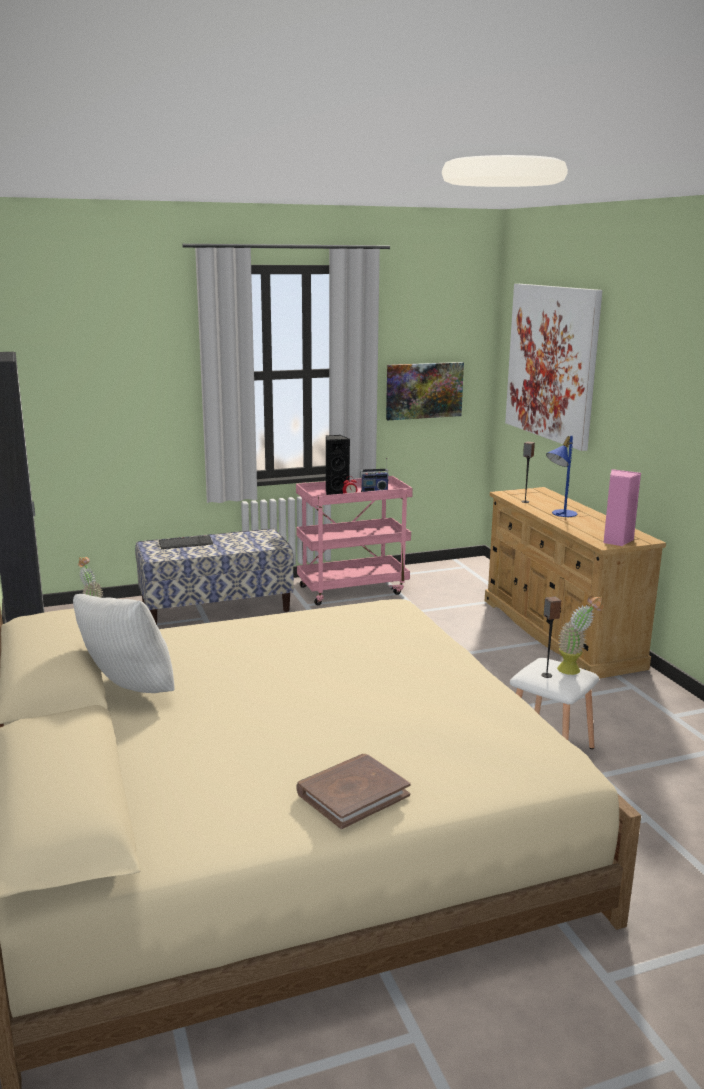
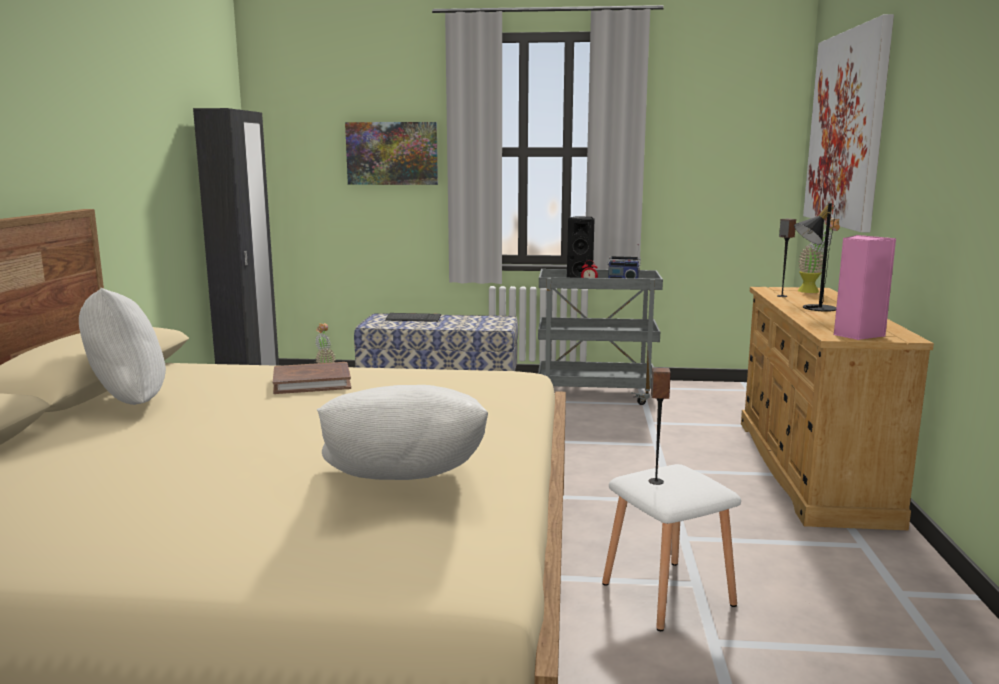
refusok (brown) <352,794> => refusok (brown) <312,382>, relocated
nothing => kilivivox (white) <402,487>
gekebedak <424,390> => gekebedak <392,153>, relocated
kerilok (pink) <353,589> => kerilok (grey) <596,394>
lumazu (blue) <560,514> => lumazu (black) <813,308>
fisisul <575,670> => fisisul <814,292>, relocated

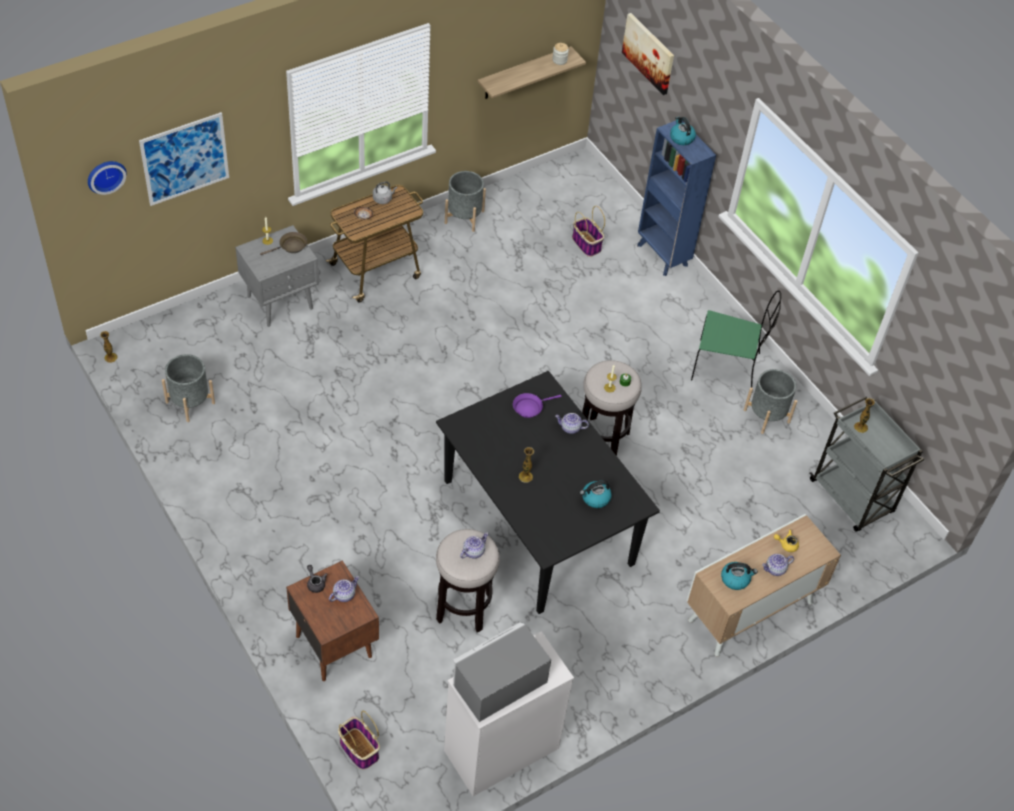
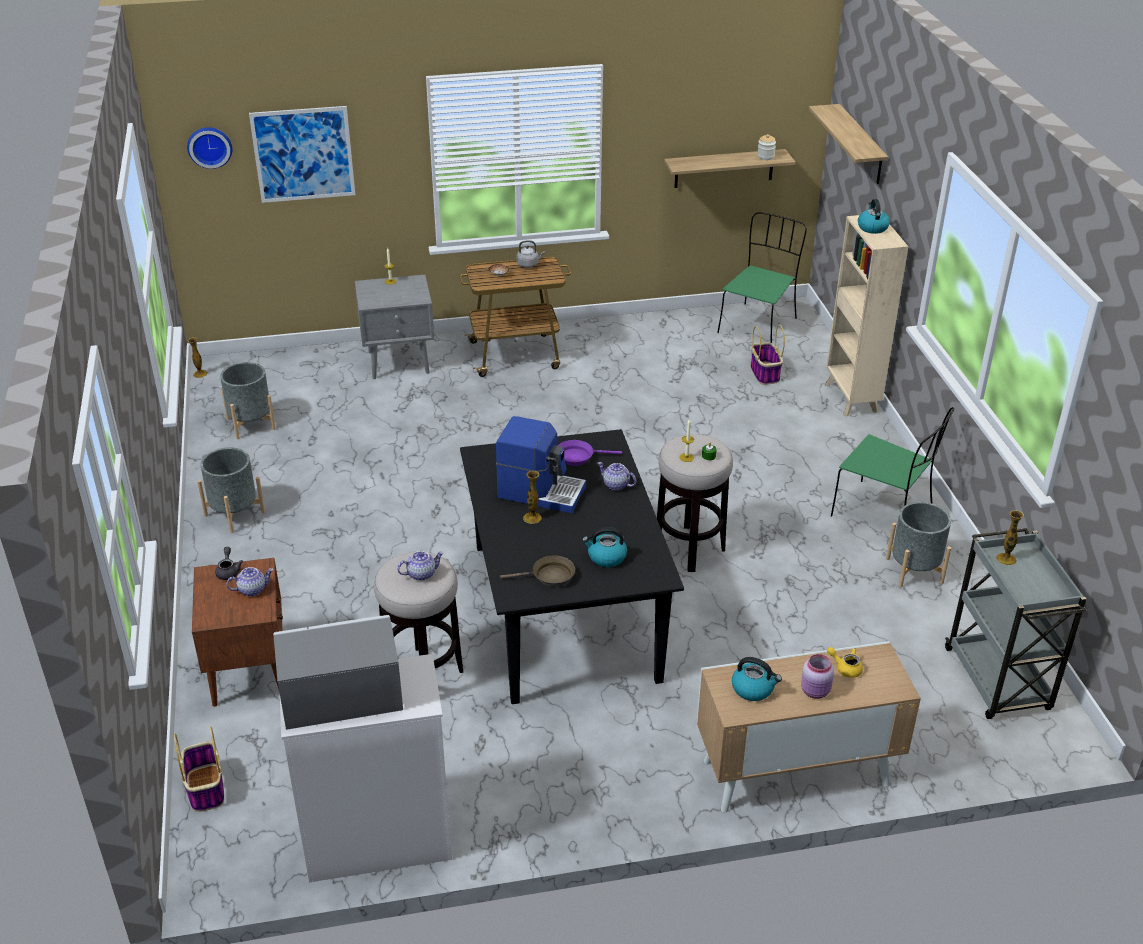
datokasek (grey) <464,217> => datokasek (grey) <234,513>, relocated
nothing => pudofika <541,491>
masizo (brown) <290,246> => masizo (brown) <549,576>, relocated
nothing => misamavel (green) <758,325>
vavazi <775,569> => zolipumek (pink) <816,691>
gekebedak <649,53> => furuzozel <861,145>
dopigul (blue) <662,256> => dopigul (beige) <851,399>

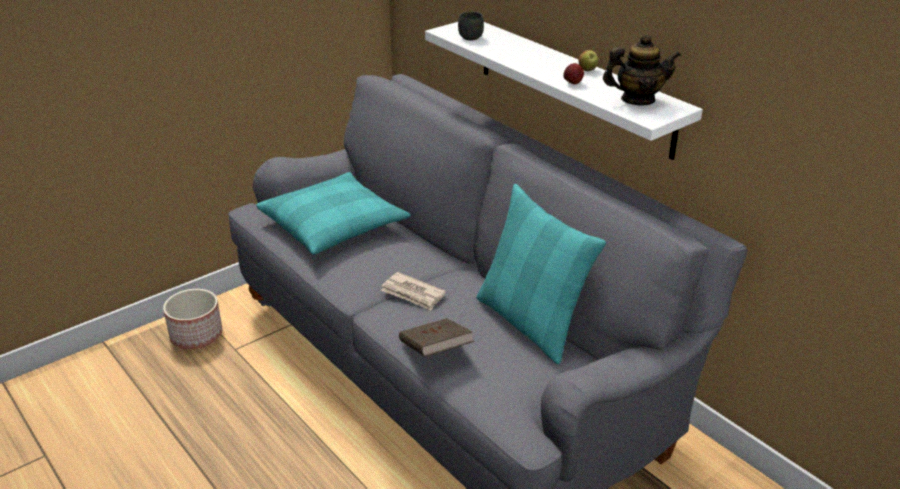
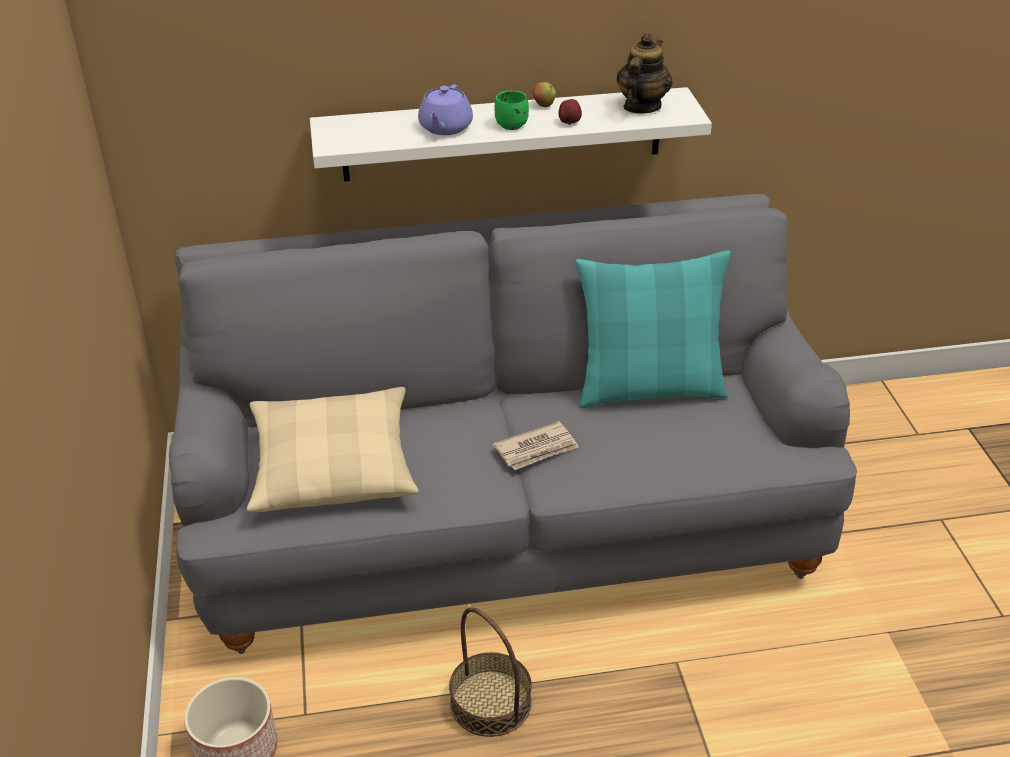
kilivivox (turquoise) <333,225> => kilivivox (beige) <333,465>
nothing => vavazi (purple) <445,128>
nothing => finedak <491,702>
nothing => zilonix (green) <510,123>
refusok (brown) <435,351> => nothing
zilonix (grey) <469,36> => nothing

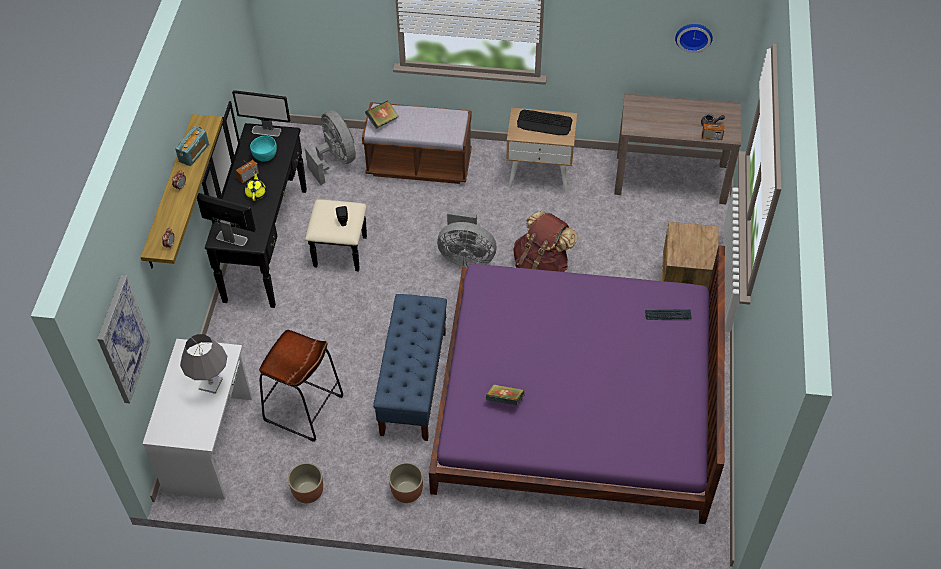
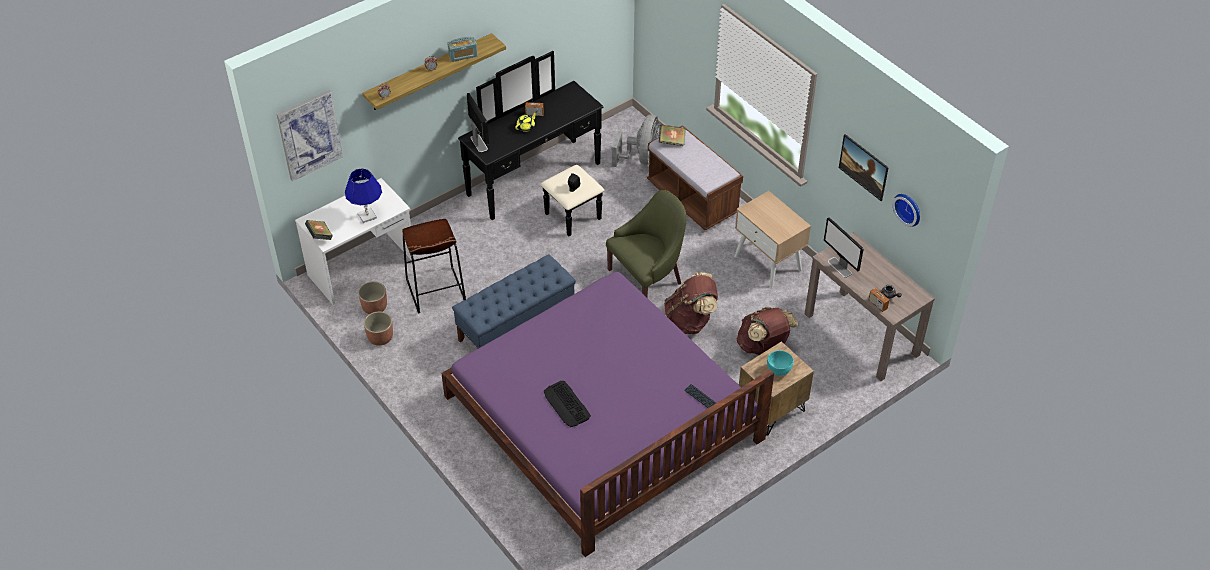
refusok <505,401> => refusok <320,236>, relocated
lumazu (grey) <211,384> => lumazu (blue) <367,216>
datokasek <407,491> => datokasek <375,307>, relocated
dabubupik <544,123> => dabubupik <566,404>, relocated
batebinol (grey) <466,257> => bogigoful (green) <647,278>
nothing => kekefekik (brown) <763,346>
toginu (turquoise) <265,156> => toginu (turquoise) <779,370>, relocated
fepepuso <266,131> => fepepuso <840,267>, relocated
nothing => gekebedak <862,175>

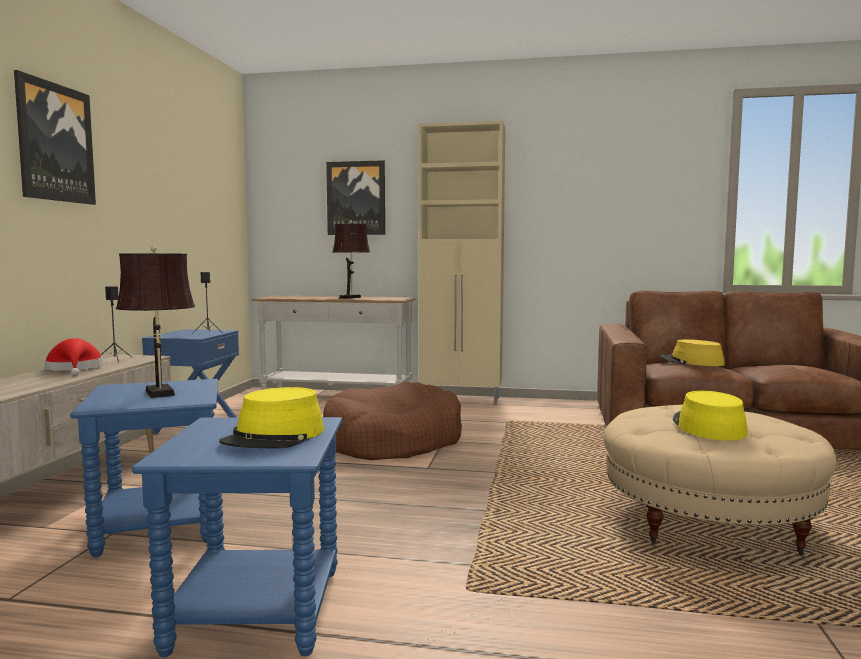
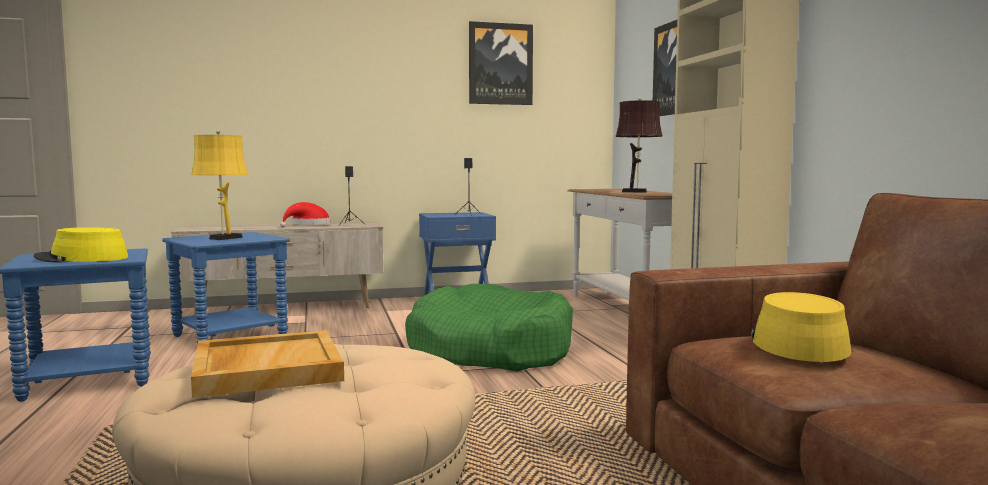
lumazu (brown) <160,394> => lumazu (yellow) <223,238>
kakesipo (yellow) <708,427> => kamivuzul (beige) <266,368>
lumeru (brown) <392,441> => lumeru (green) <490,350>
gekebedak <55,143> => gekebedak <500,64>, relocated

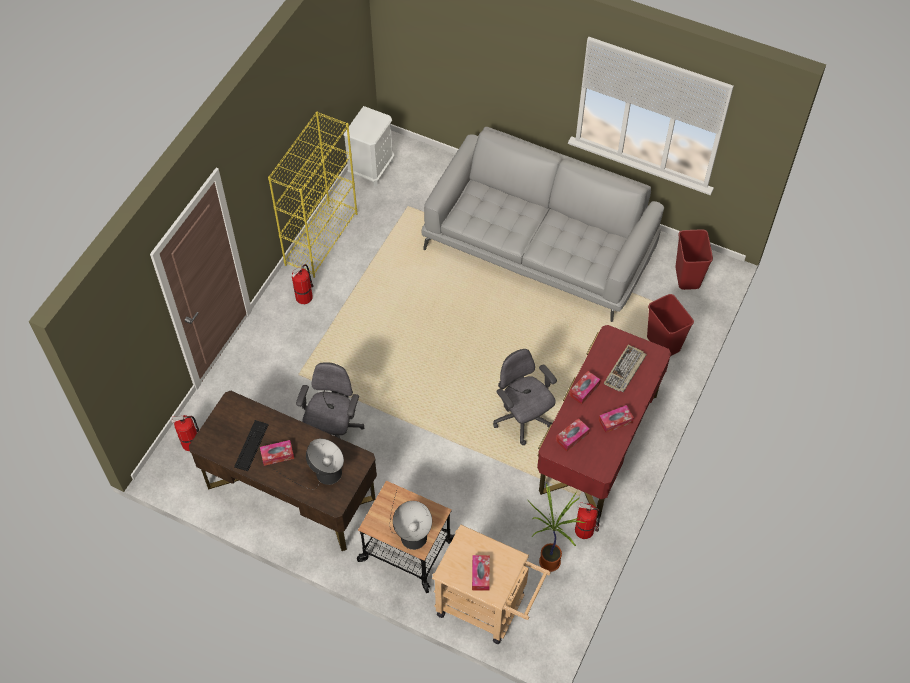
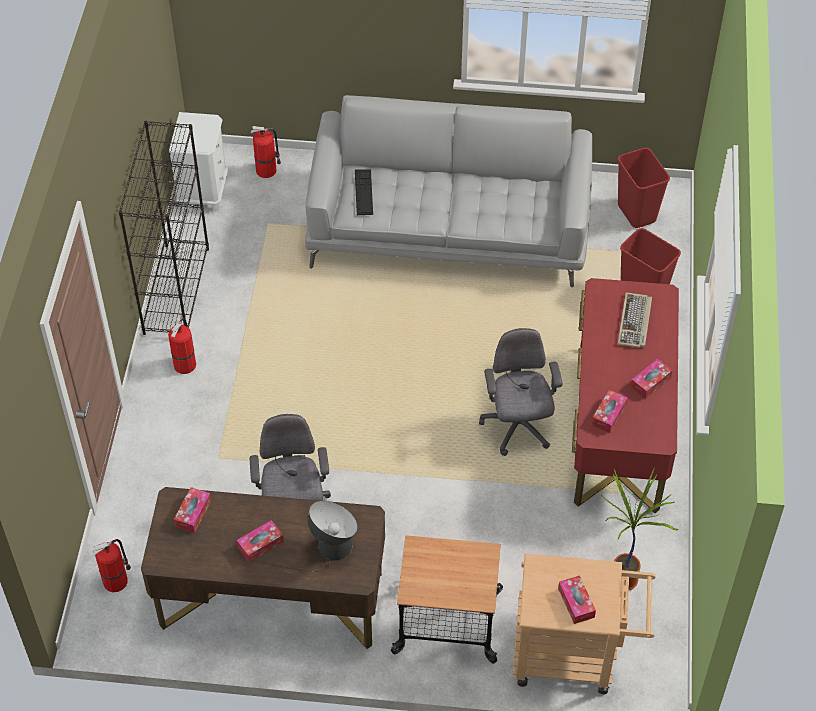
dopigul (yellow) <321,238> => dopigul (black) <176,290>
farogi <584,390> => farogi <193,513>, relocated
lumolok <585,530> => lumolok <267,170>, relocated
dabubupik <251,445> => dabubupik <363,192>, relocated
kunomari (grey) <522,419> => kunomari (grey) <517,427>, 45 degrees clockwise
lumazu <410,533> => nothing

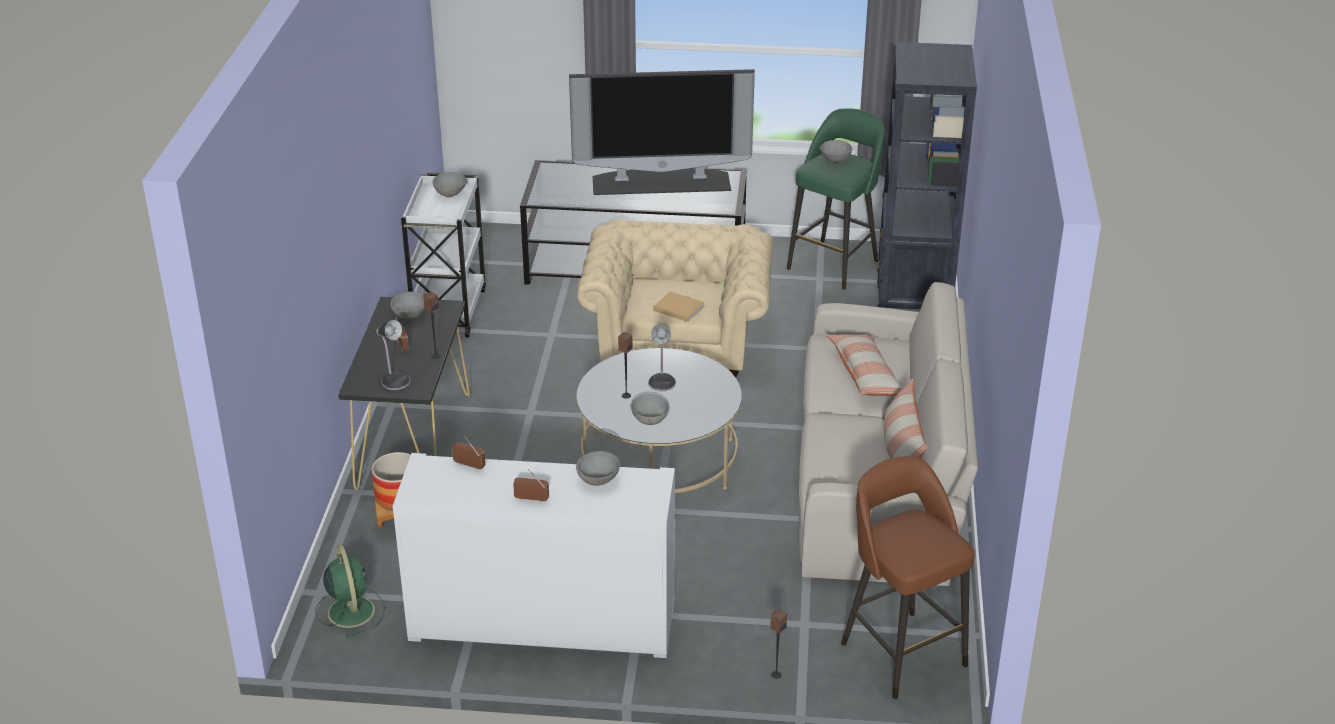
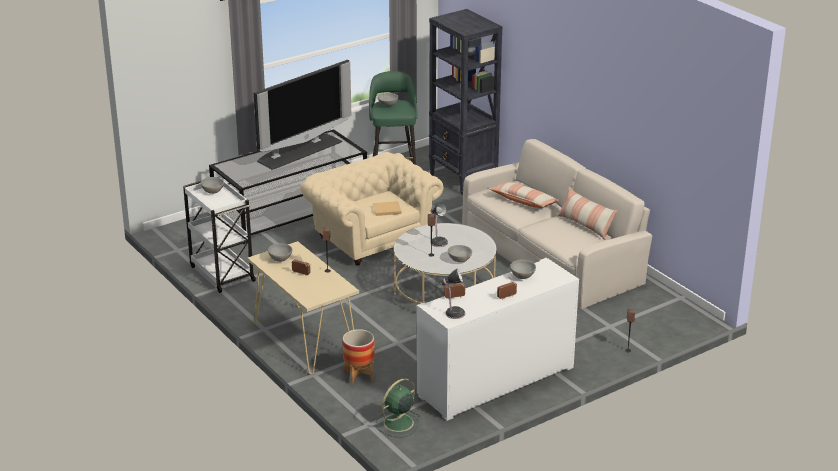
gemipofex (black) <413,440> => gemipofex (beige) <304,339>
batebinol (green) <350,610> => batebinol (green) <397,423>, 75 degrees counterclockwise
lumazu <394,380> => lumazu <453,313>, relocated
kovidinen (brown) <901,652> => nothing

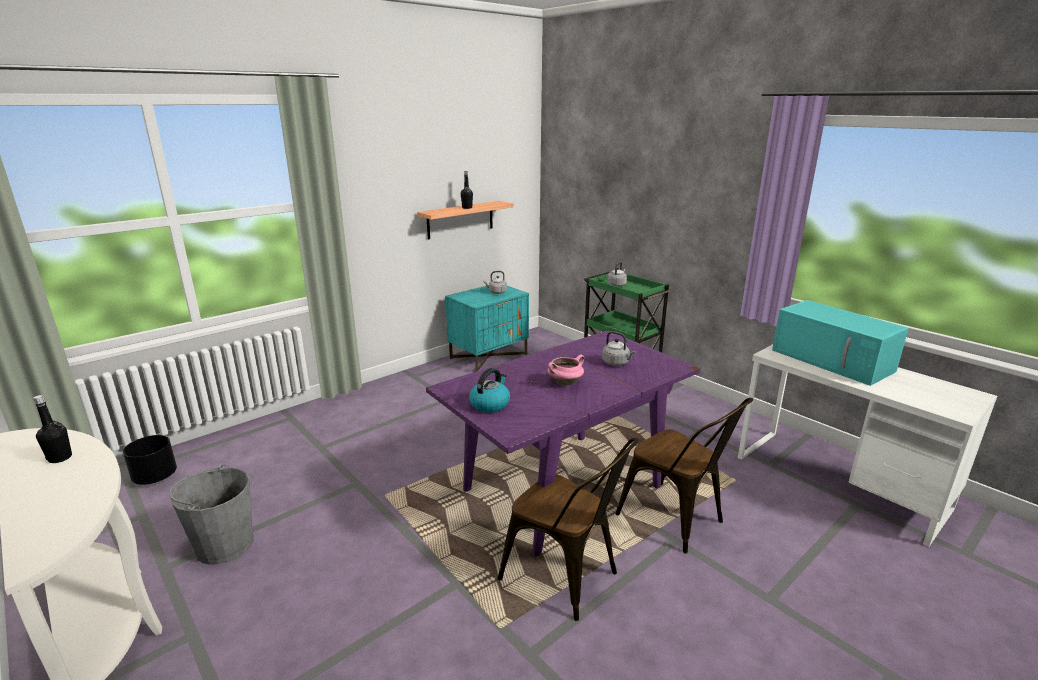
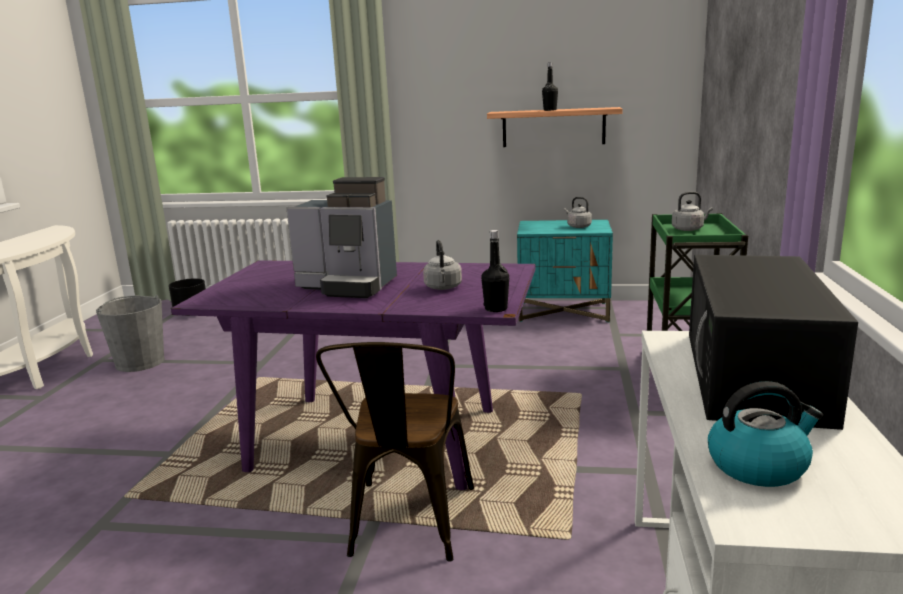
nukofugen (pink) <565,382> => pudofika <349,286>
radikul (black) <60,458> => radikul (black) <496,309>, relocated
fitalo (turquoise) <833,361> => fitalo (black) <755,376>
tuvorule <490,404> => tuvorule <758,465>, relocated
misamavel (brown) <567,578> => nothing

